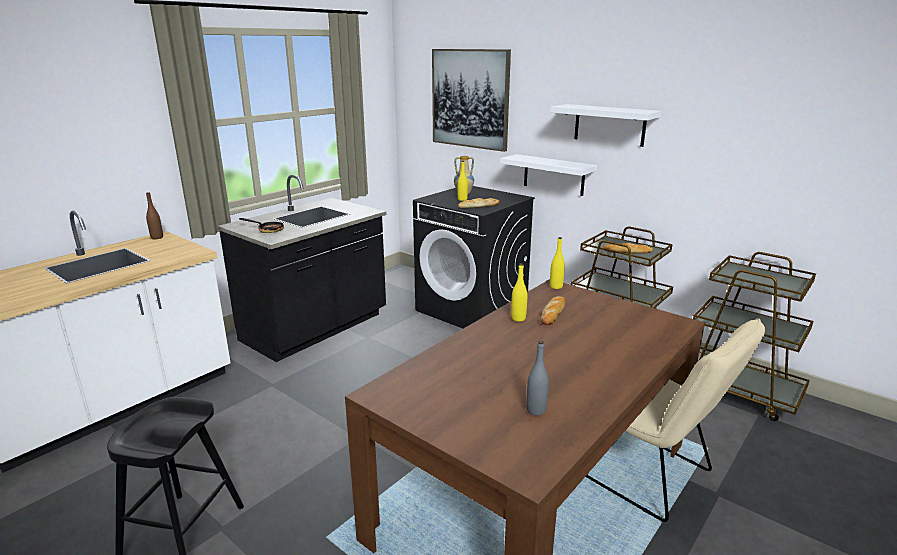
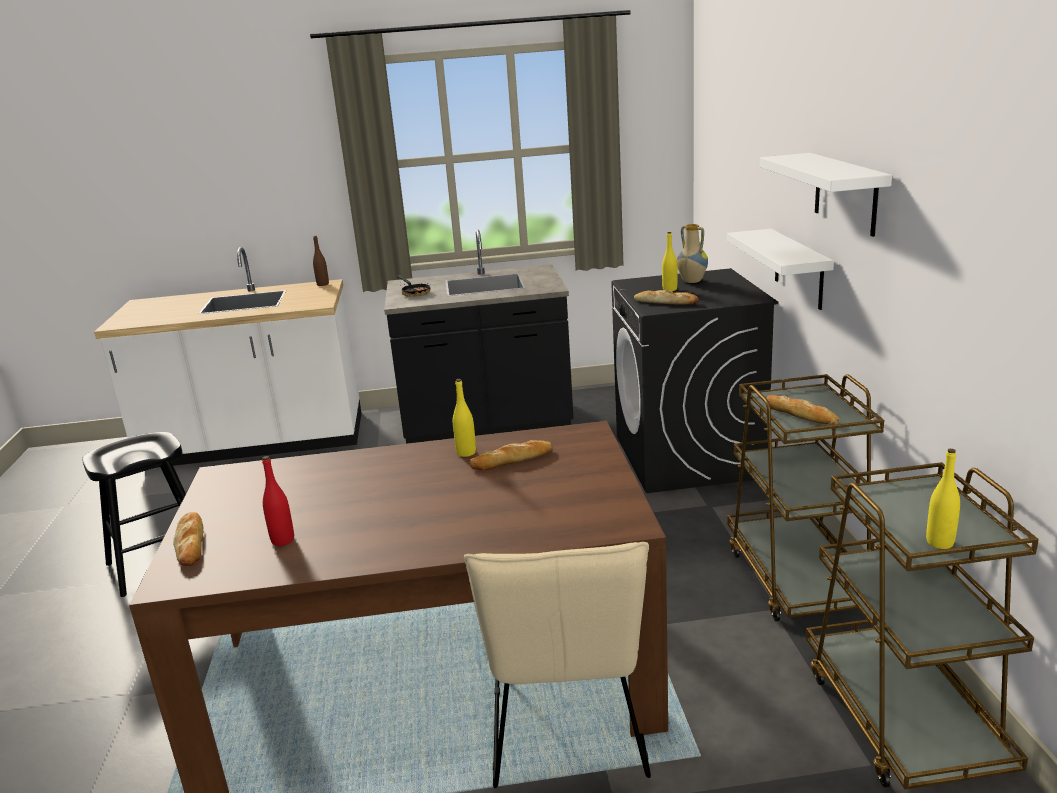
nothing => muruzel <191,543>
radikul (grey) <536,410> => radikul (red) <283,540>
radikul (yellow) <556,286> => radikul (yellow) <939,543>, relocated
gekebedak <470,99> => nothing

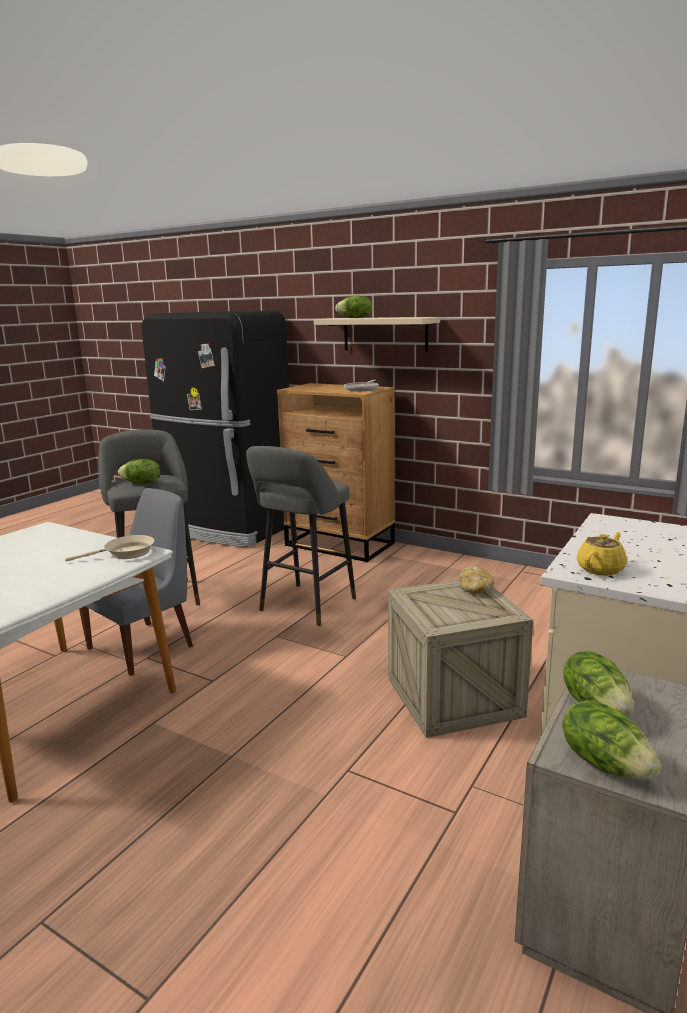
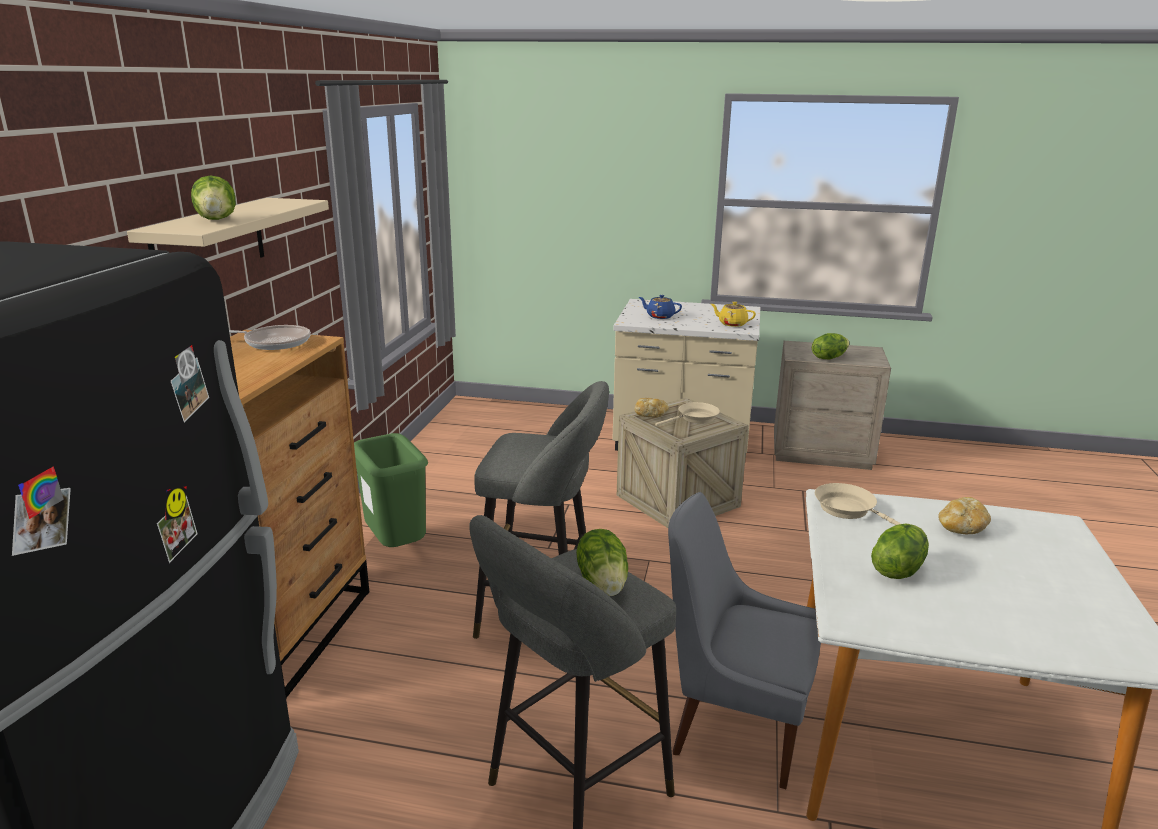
nothing => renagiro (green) <397,548>
nothing => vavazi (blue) <659,316>
nothing => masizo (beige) <695,418>
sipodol <605,763> => sipodol <897,569>, relocated
nothing => muruzel <961,528>

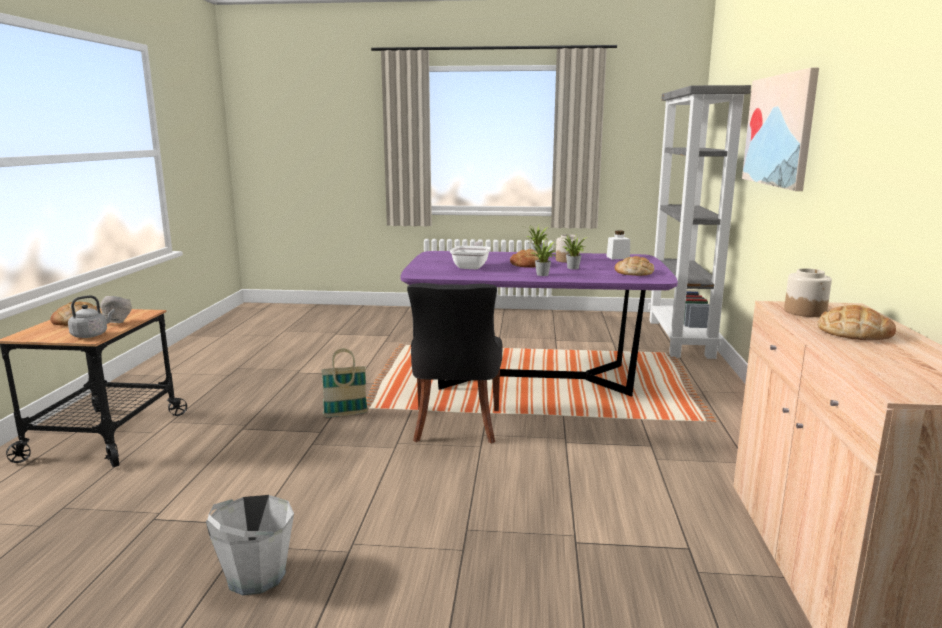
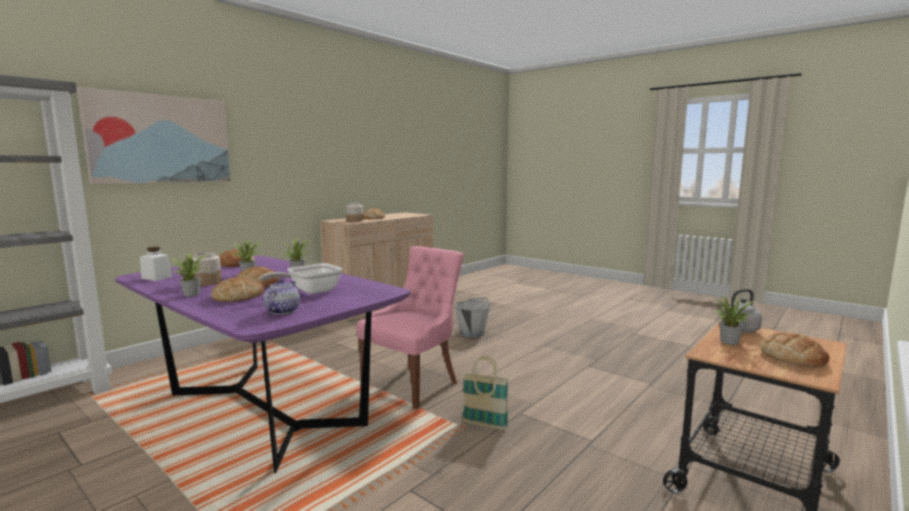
nothing => muruzel <237,296>
nothing => vavazi <282,311>
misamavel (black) <456,426> => misamavel (pink) <413,385>
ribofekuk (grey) <255,576> => ribofekuk (grey) <472,333>, relocated
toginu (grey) <118,323> => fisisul <728,342>

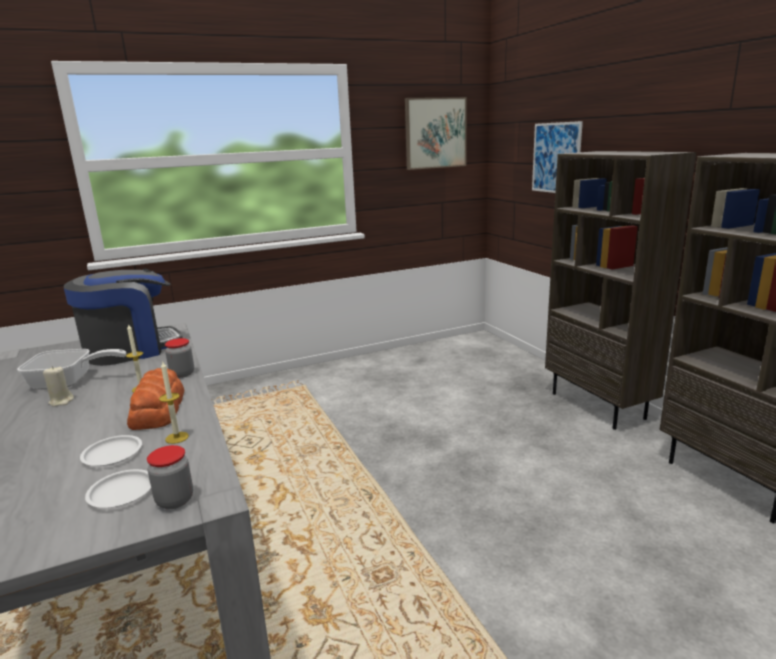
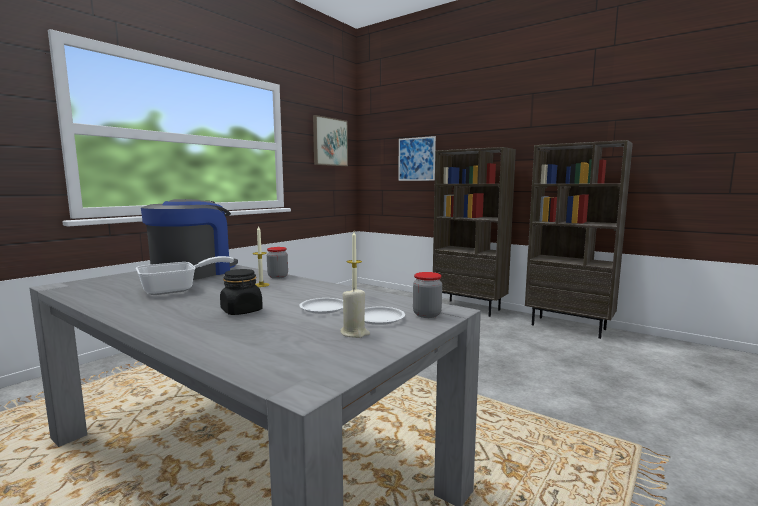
nothing => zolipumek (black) <242,311>
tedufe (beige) <61,401> => tedufe (beige) <354,333>, relocated
muruzel <159,409> => nothing

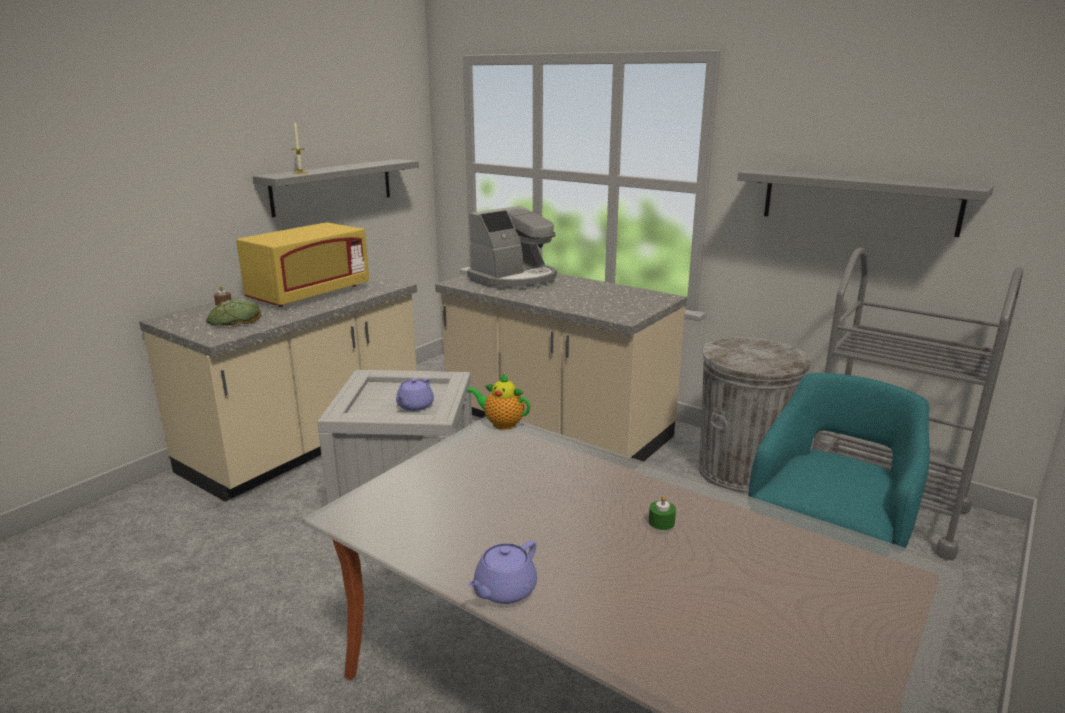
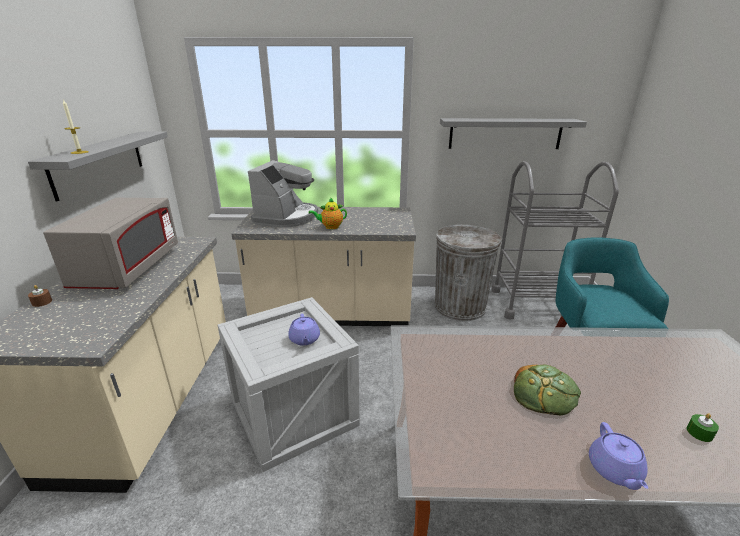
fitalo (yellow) <309,294> => fitalo (grey) <129,268>
vavazi <501,424> => vavazi <330,227>, relocated
muruzel <235,320> => muruzel <544,393>, relocated
tedufe (green) <661,522> => tedufe (green) <699,433>, relocated

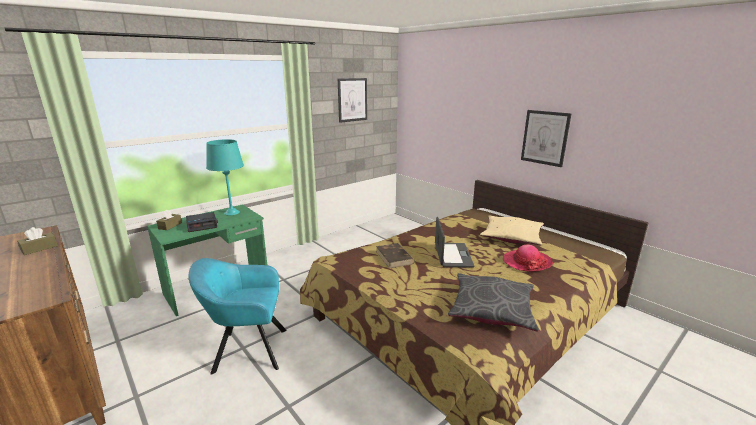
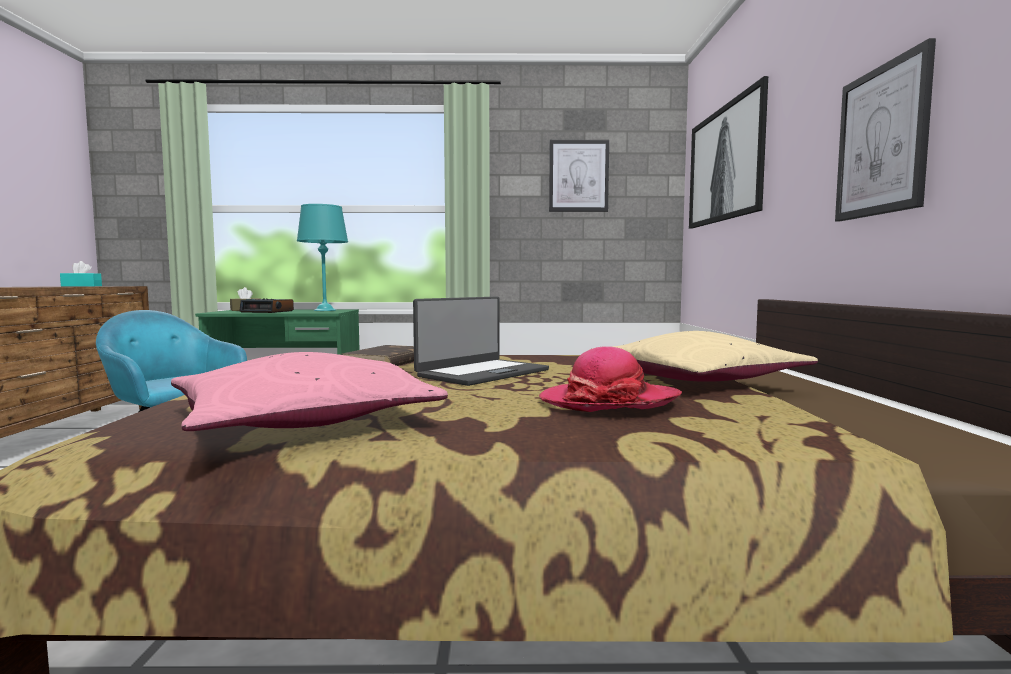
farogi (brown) <39,248> => farogi (turquoise) <81,286>
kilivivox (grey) <492,309> => kilivivox (pink) <303,421>
nothing => gekebedak <726,164>

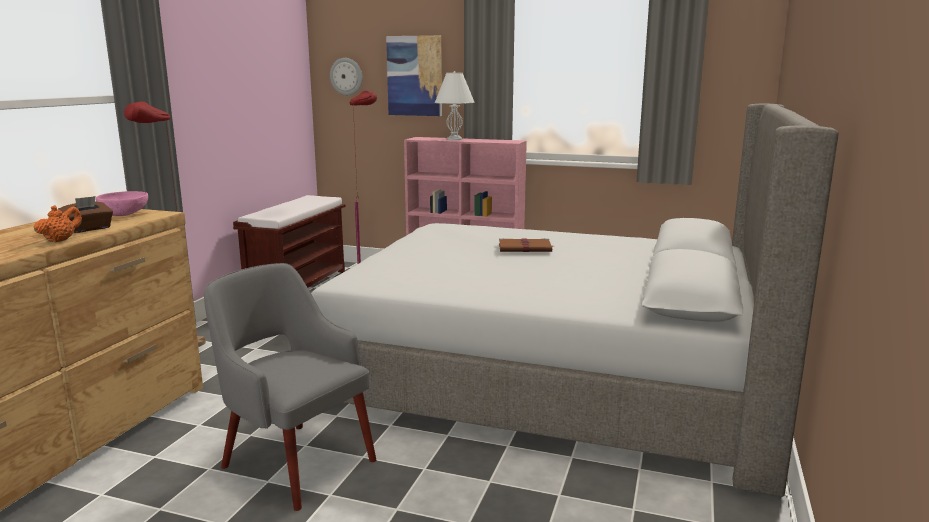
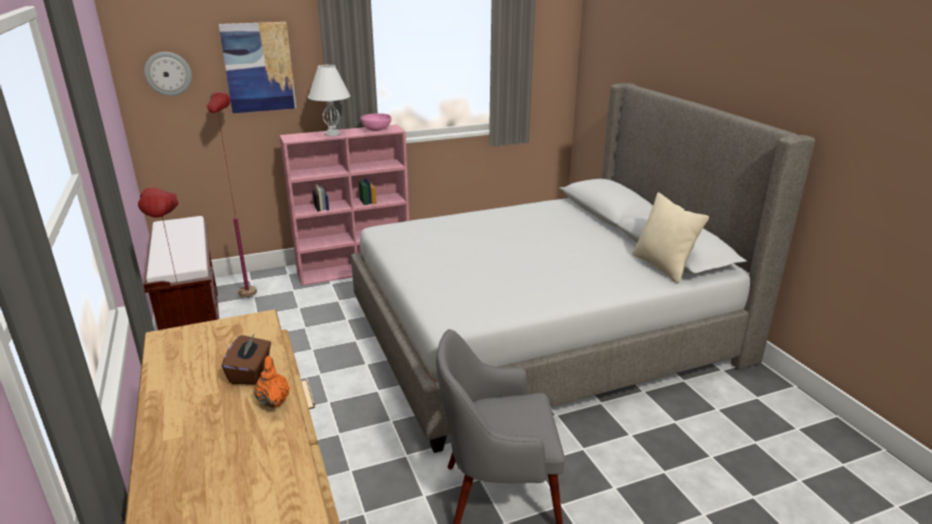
toginu (pink) <125,214> => toginu (pink) <376,129>, relocated
nothing => kilivivox (beige) <662,267>
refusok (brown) <526,248> => nothing

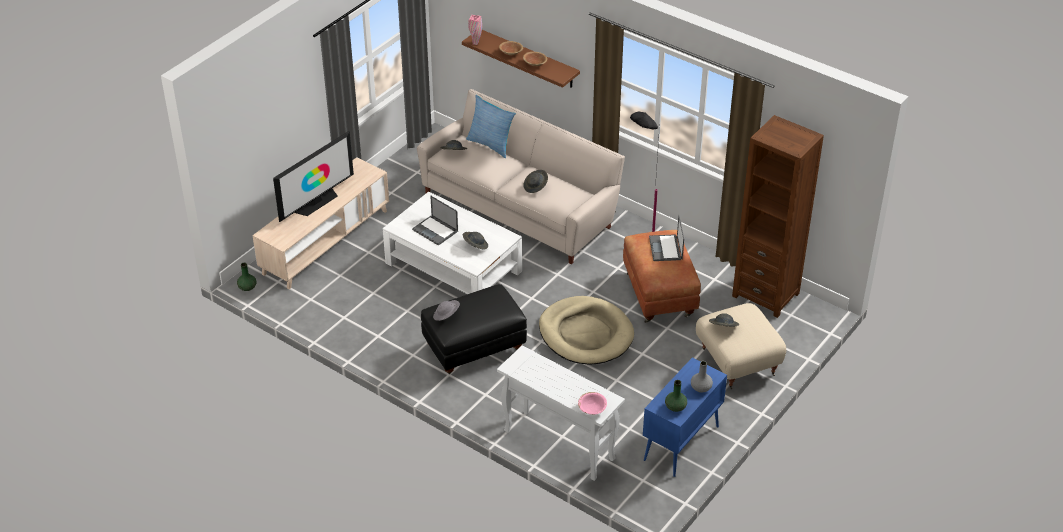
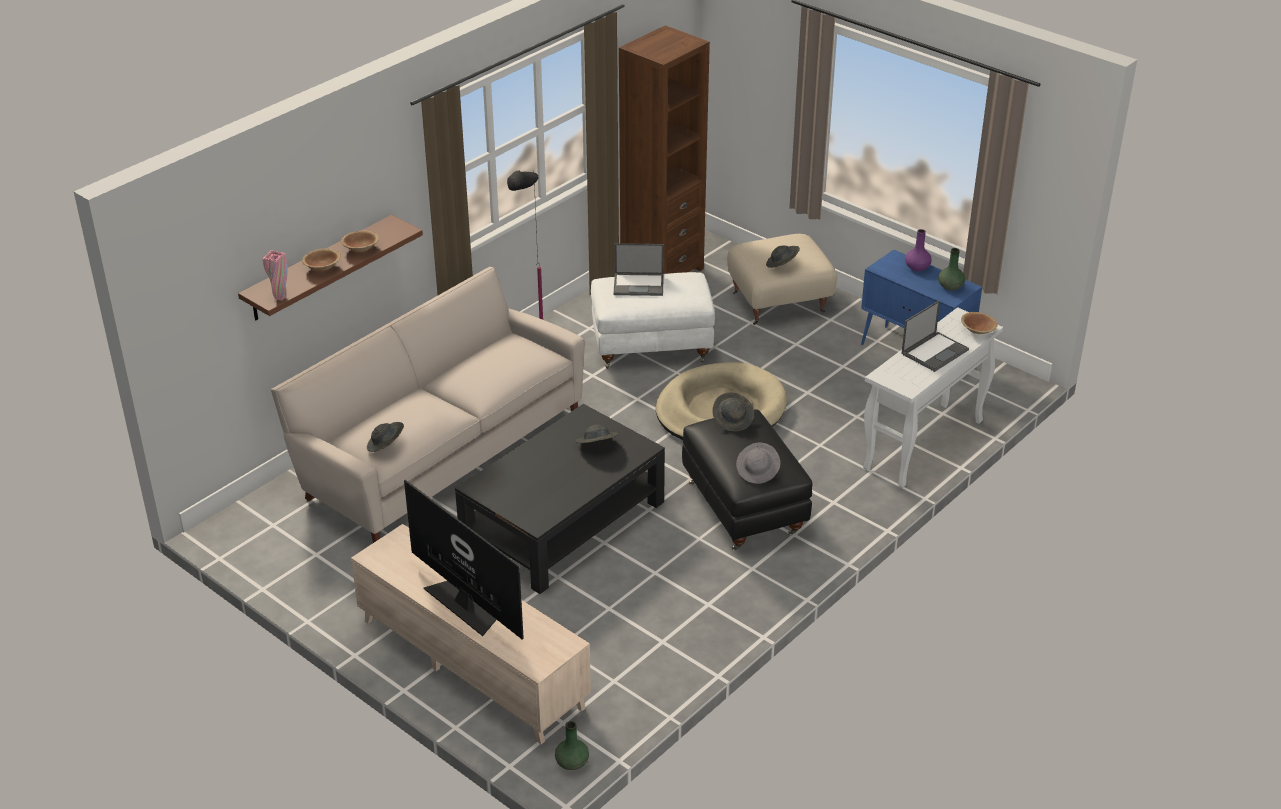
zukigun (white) <454,267> => zukigun (black) <563,522>
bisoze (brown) <659,295> => bisoze (white) <652,347>
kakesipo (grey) <535,186> => kakesipo (grey) <733,420>, relocated
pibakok <435,230> => pibakok <935,351>, relocated
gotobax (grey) <700,388> => gotobax (purple) <917,267>
toginu (pink) <592,408> => toginu (brown) <978,330>
kilivivox <491,144> => nothing

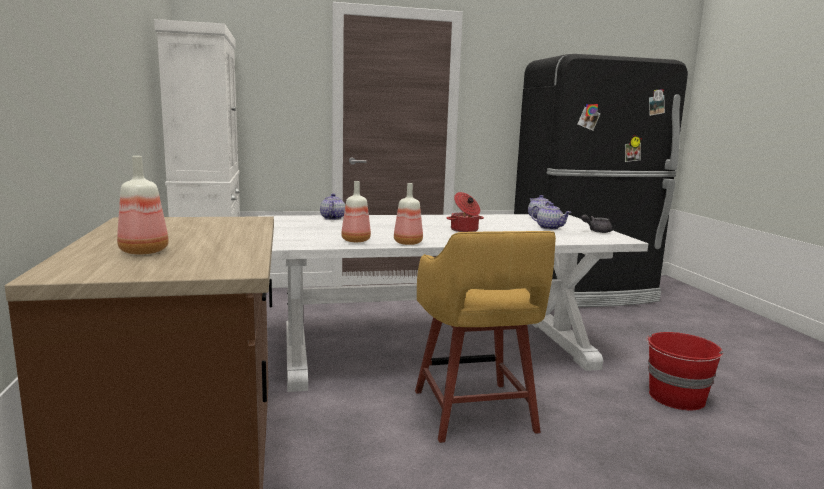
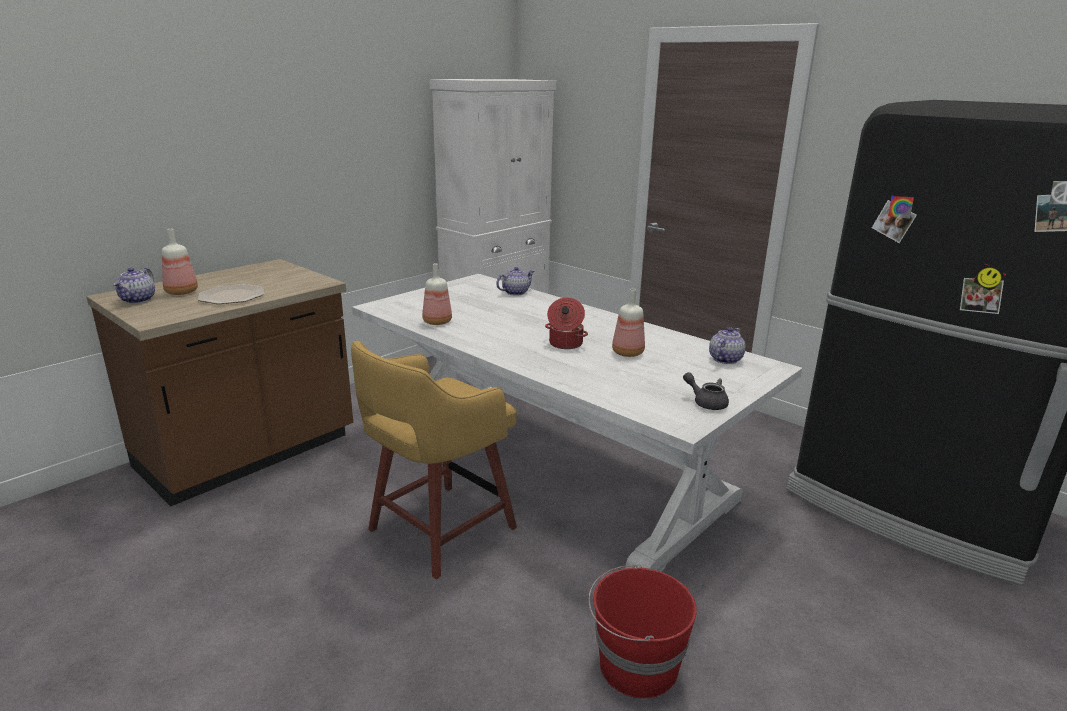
vavazi <549,228> => vavazi <138,300>, relocated
nothing => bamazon <232,296>
radikul <409,243> => radikul <628,353>, relocated

